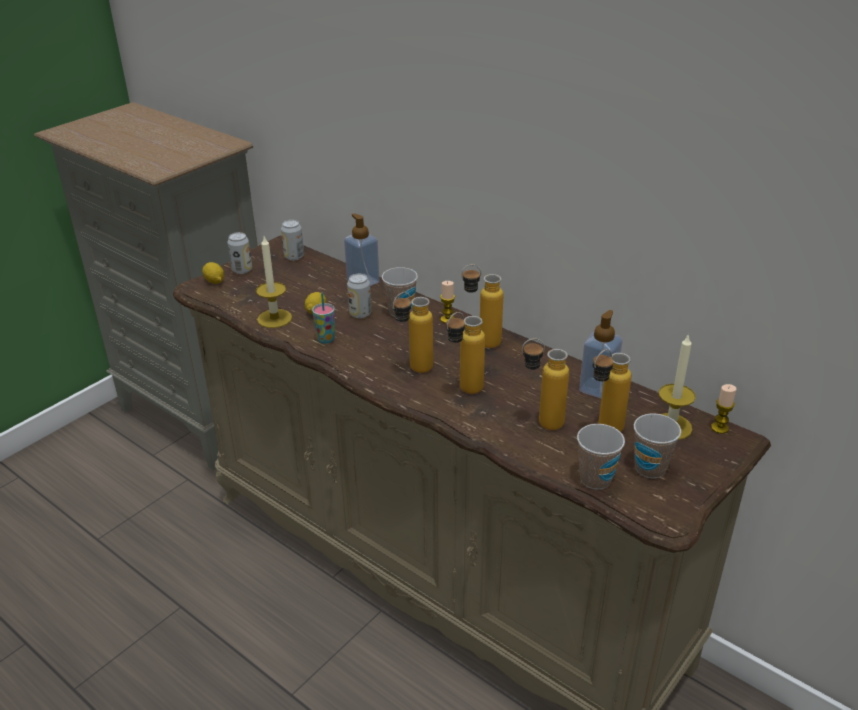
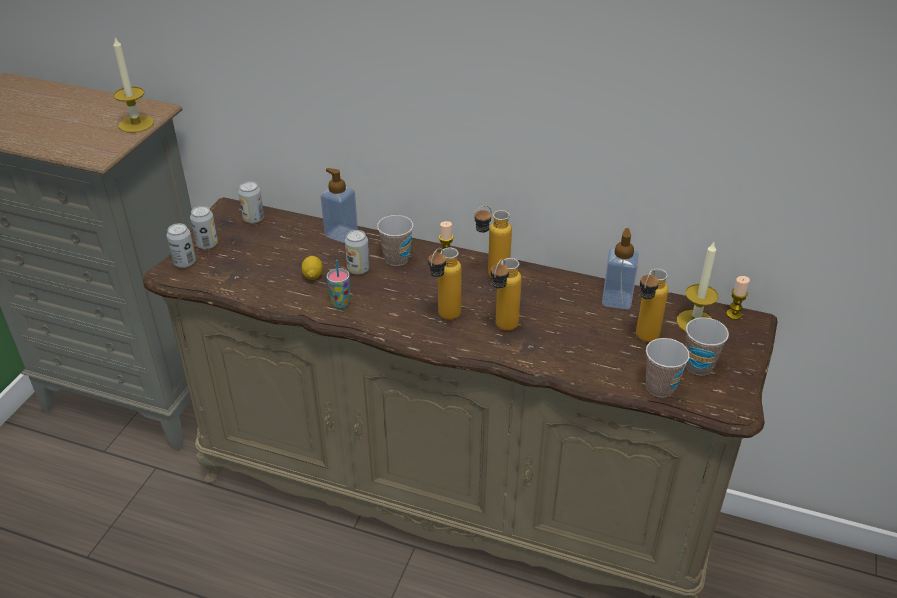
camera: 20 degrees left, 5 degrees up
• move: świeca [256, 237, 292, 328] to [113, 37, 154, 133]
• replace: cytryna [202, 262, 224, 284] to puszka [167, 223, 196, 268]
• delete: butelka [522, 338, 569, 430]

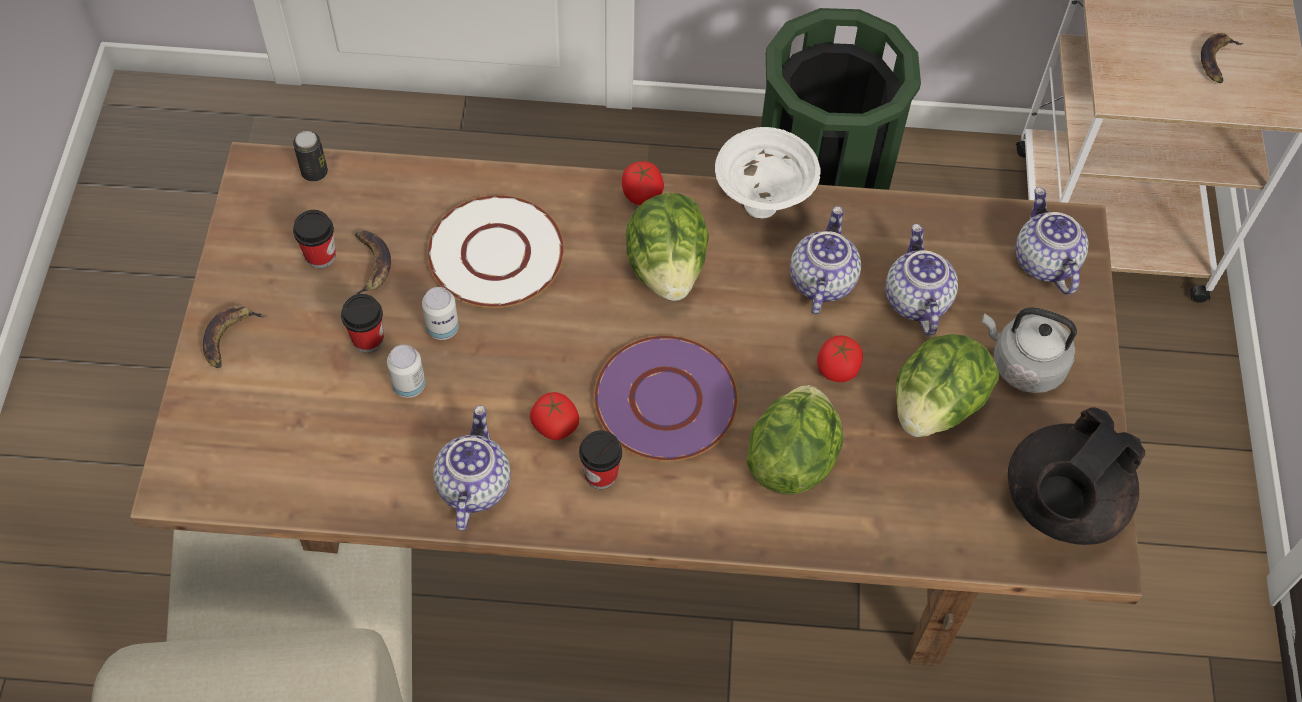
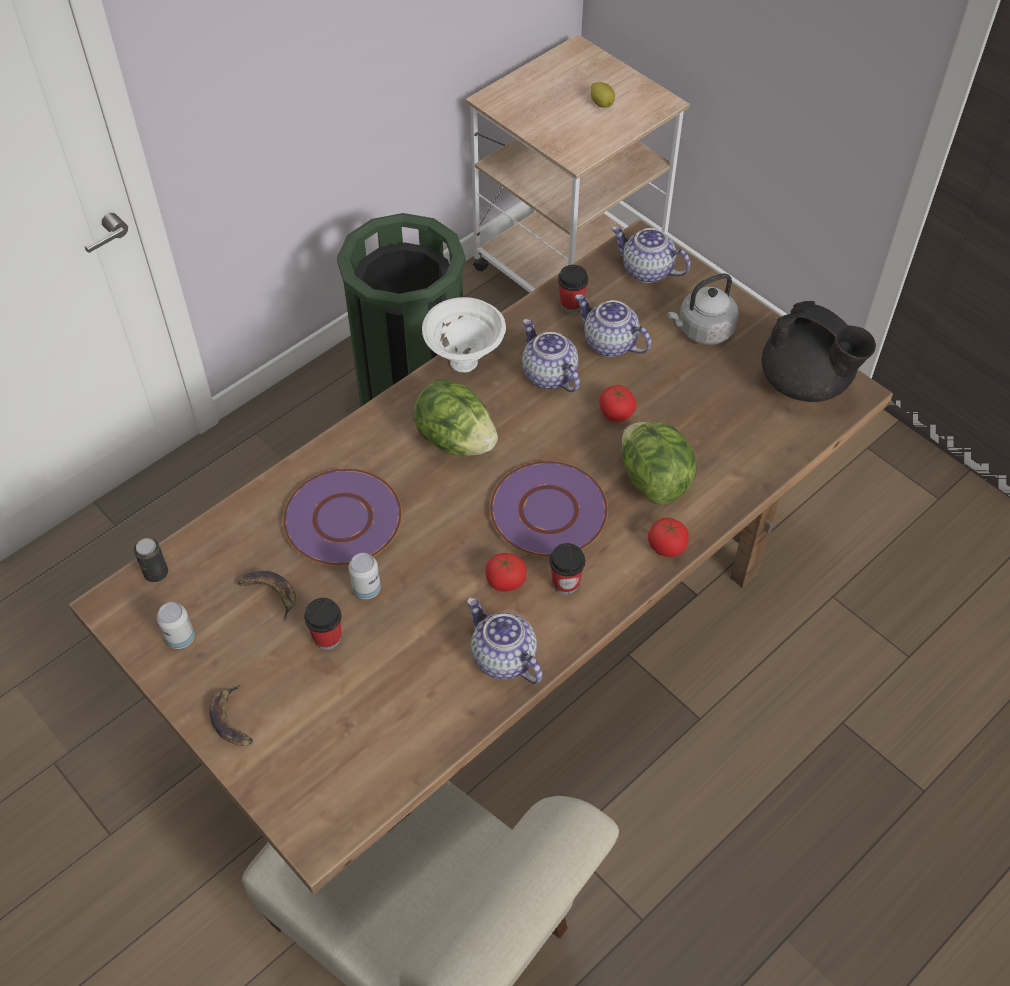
camera: 45 degrees left, 5 degrees down
• move: puszka [387, 345, 426, 398] to [157, 602, 195, 649]
• recolor: talerz/biały [427, 195, 564, 308] to talerz/fioletowy [283, 468, 402, 566]
• move: filiżanka [293, 210, 336, 268] to [558, 265, 588, 313]
• replace: banan [1201, 33, 1243, 83] to cytryna [591, 82, 615, 108]
• move: pomidor [622, 161, 664, 205] to [648, 518, 689, 557]
• rotate: imbryk/czarny [1008, 407, 1145, 545] = [762, 301, 876, 402] 45 degrees counterclockwise
• delete: sałata [896, 334, 999, 437]

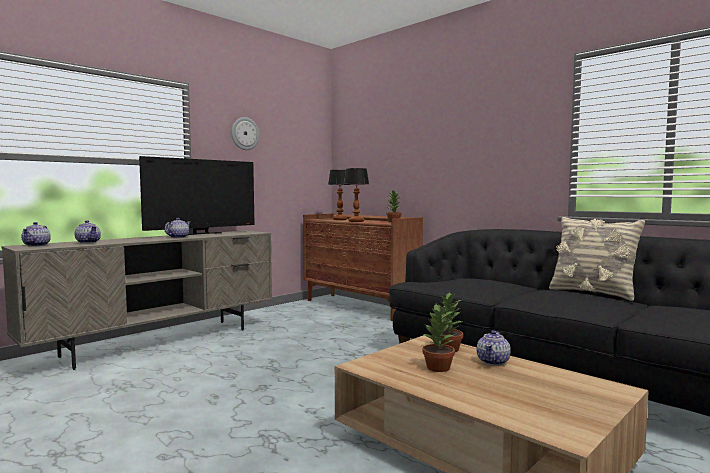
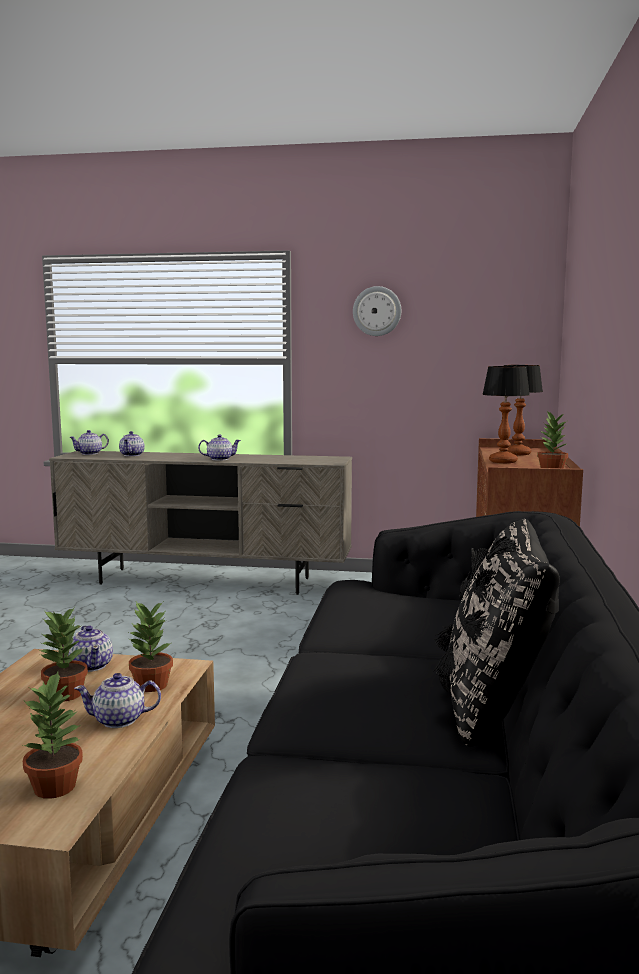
camera: 55 degrees right, 5 degrees up
• insert: roślina doniczkowa [23, 672, 83, 799]
• insert: imbryk [68, 625, 113, 672]
• recolor: poduszka/beżowy [549, 217, 645, 301] to poduszka/czarny [433, 519, 560, 747]
• delete: telewizor [139, 156, 255, 235]

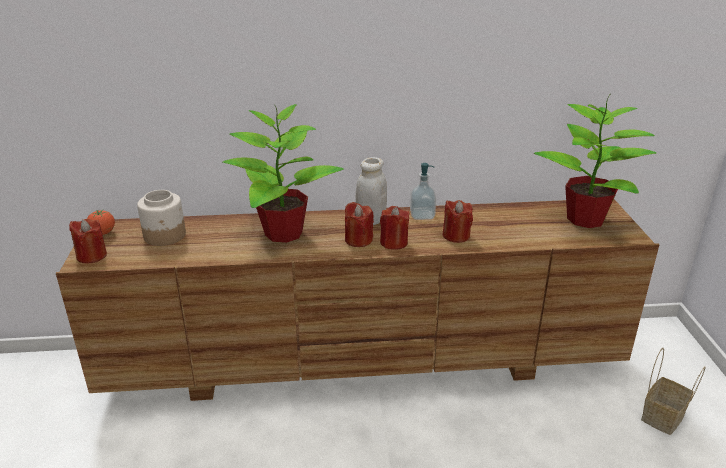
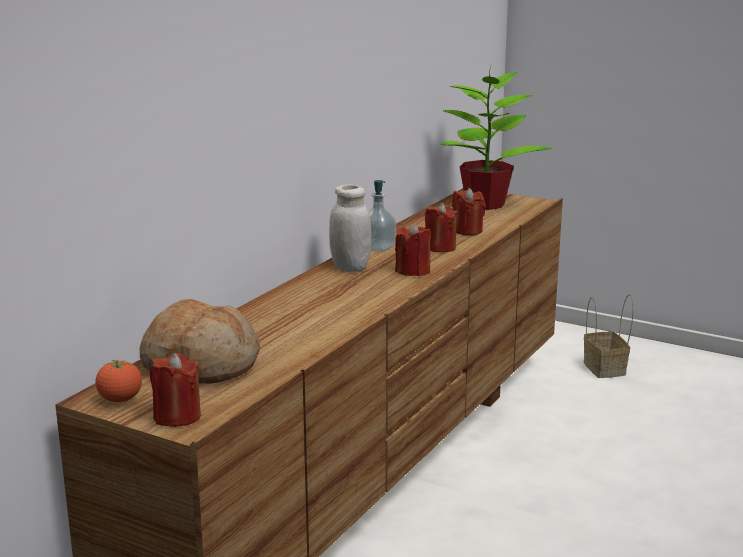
camera: 55 degrees left, 10 degrees down
• replace: słoik [137, 190, 186, 246] to chleb [140, 299, 260, 384]
• move: świeca/czerwony [345, 202, 374, 247] to [452, 188, 486, 235]
• delete: roślina doniczkowa [223, 104, 344, 243]

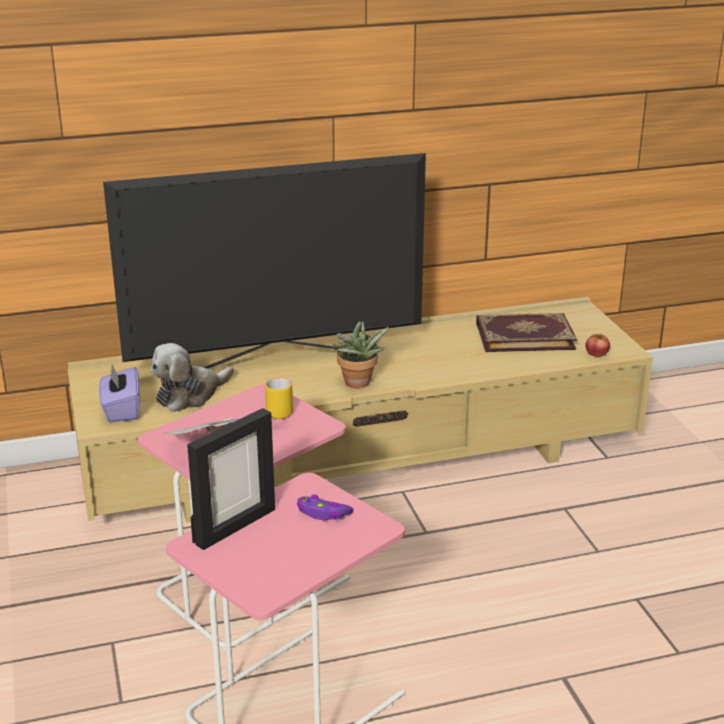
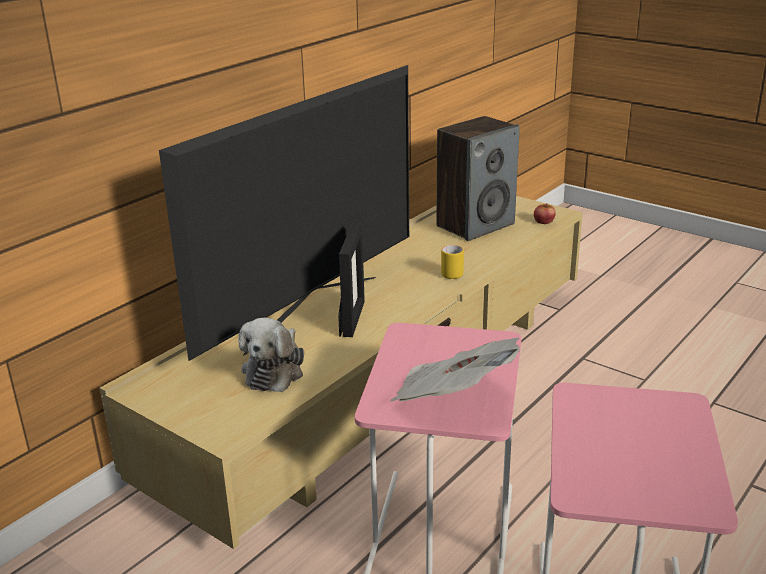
camera: 35 degrees left, 0 degrees up
• move: ramka na zdjęcie [187, 408, 275, 550] to [338, 223, 365, 337]
• replace: książka [476, 313, 577, 352] to głośnik [436, 116, 520, 241]
• move: kubek/żółty [265, 378, 293, 419] to [441, 245, 464, 279]
• delete: pudełko chusteczek/fioletowy [99, 364, 140, 422]
• delete: pad do gier/fioletowy [297, 495, 354, 520]
• delete: roślina doniczkowa [332, 321, 389, 388]

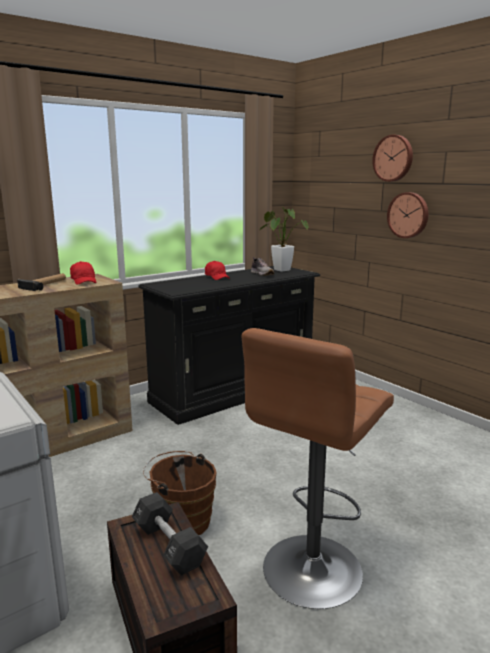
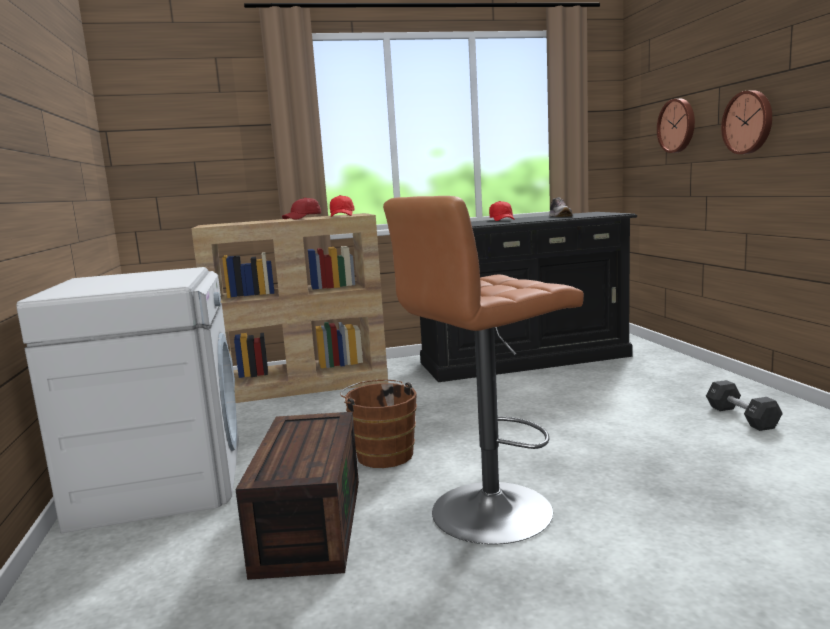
camera: 25 degrees right, 5 degrees down
• replace: młotek [17, 273, 66, 291] to czapka z daszkiem/czerwony [282, 197, 321, 219]
• move: zegar ścienny [372, 135, 413, 182] to [657, 99, 695, 153]
• move: hantel/czarny [132, 492, 208, 576] to [706, 380, 783, 431]
• delete: roślina doniczkowa [260, 207, 309, 272]

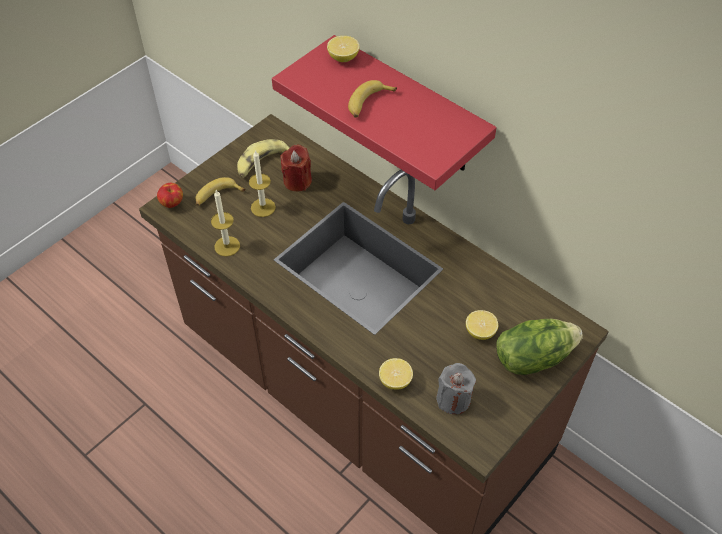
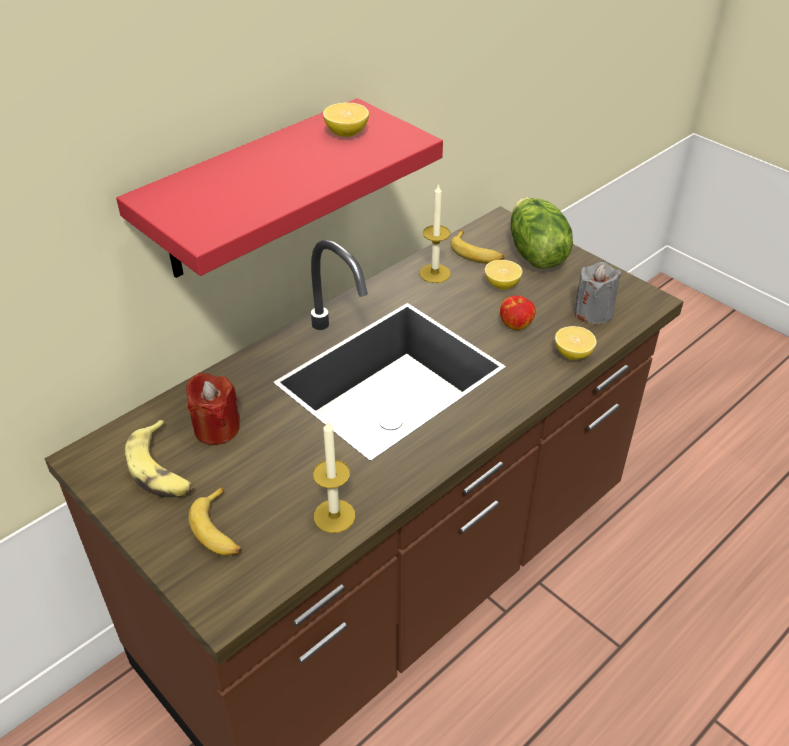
camera: 85 degrees left, 10 degrees down
• move: cytryna [327, 36, 360, 62] to [323, 103, 369, 137]
• move: świeca [249, 150, 276, 217] to [419, 183, 451, 283]
• move: banan [348, 80, 397, 118] to [450, 230, 504, 264]
• move: jabłko [157, 183, 183, 208] to [500, 295, 536, 331]

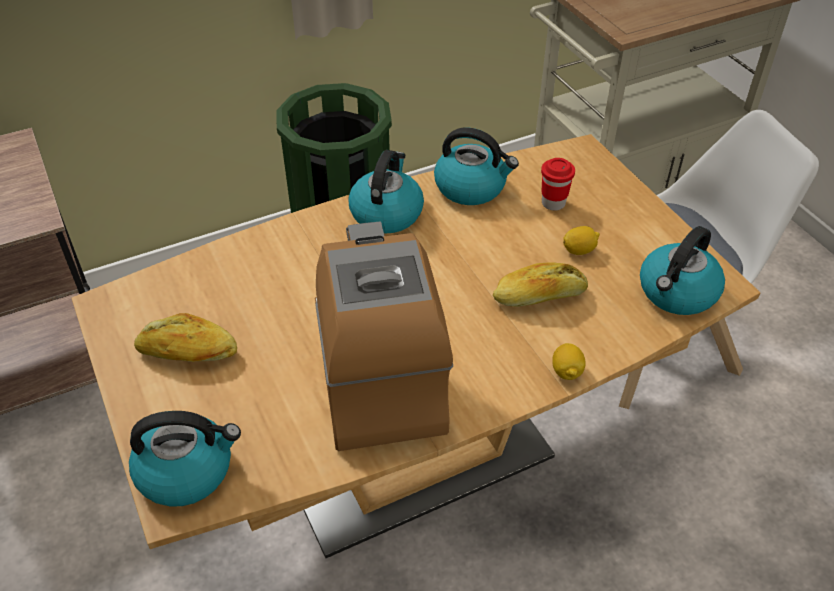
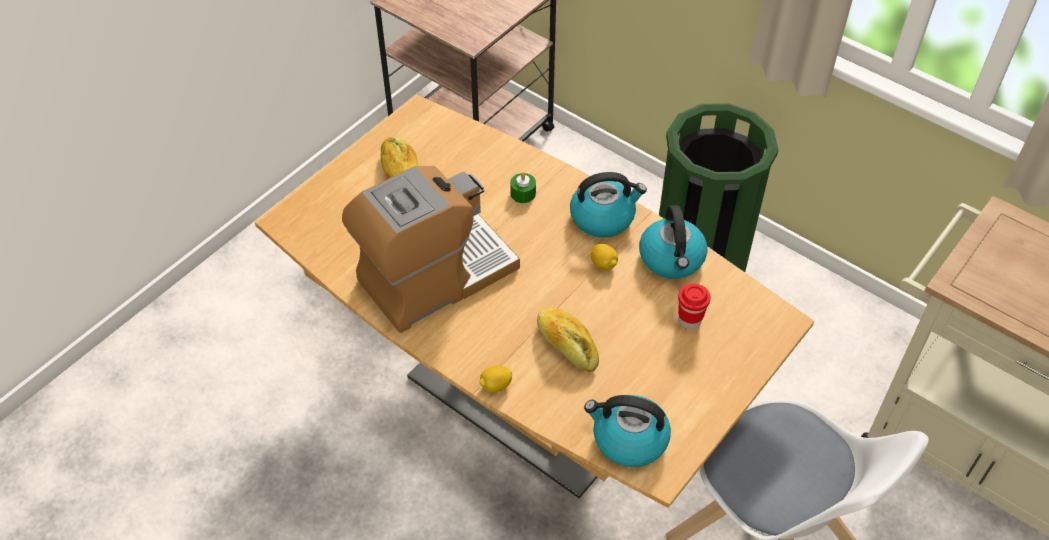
camera: 65 degrees right, 5 degrees up
• insert: świeca/zielony [510, 172, 536, 203]
• move: cytryna [563, 226, 600, 255] to [591, 244, 618, 270]
• delete: czajnik [129, 411, 241, 506]

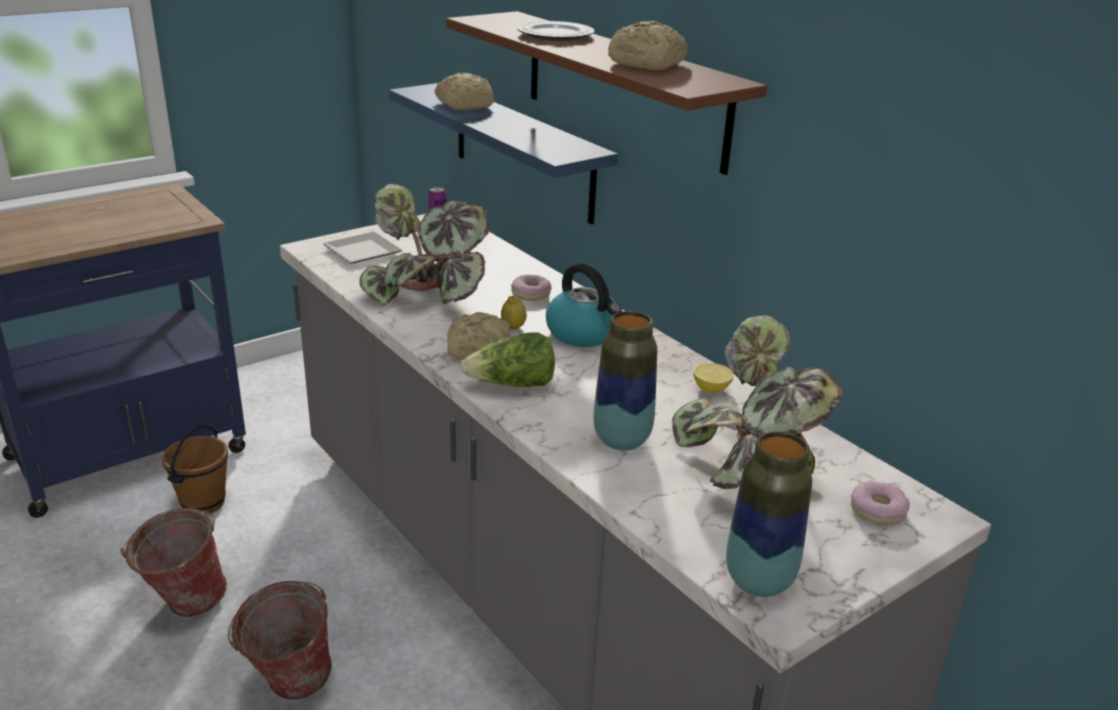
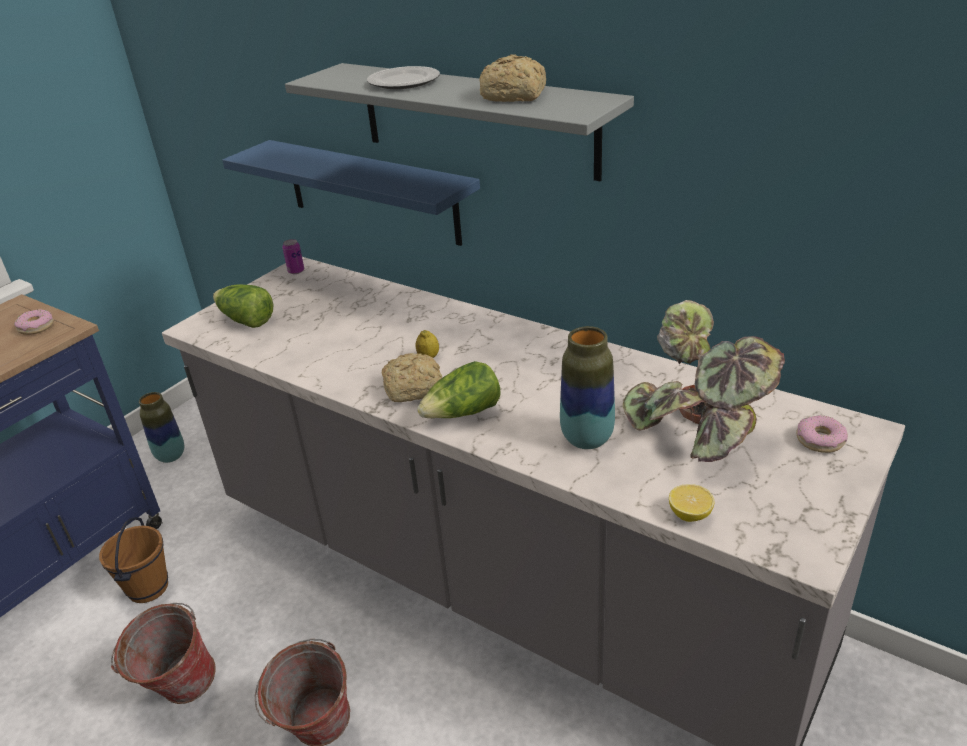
camera: 15 degrees left, 5 degrees up
• move: donut [511, 275, 551, 301] to [14, 309, 54, 335]
• move: wazon [726, 431, 812, 597] to [139, 392, 184, 463]
• replace: talerz [323, 232, 402, 264] to sałata [213, 285, 274, 328]
• recolor: półka/brązowy [446, 11, 767, 175] to półka/szary [285, 63, 634, 181]
• move: cytryna [694, 363, 734, 393] to [669, 484, 715, 522]
• delete: roślina doniczkowa [359, 184, 490, 305]
• delete: chleb [435, 73, 494, 110]
• delete: czajnik [546, 264, 622, 347]

